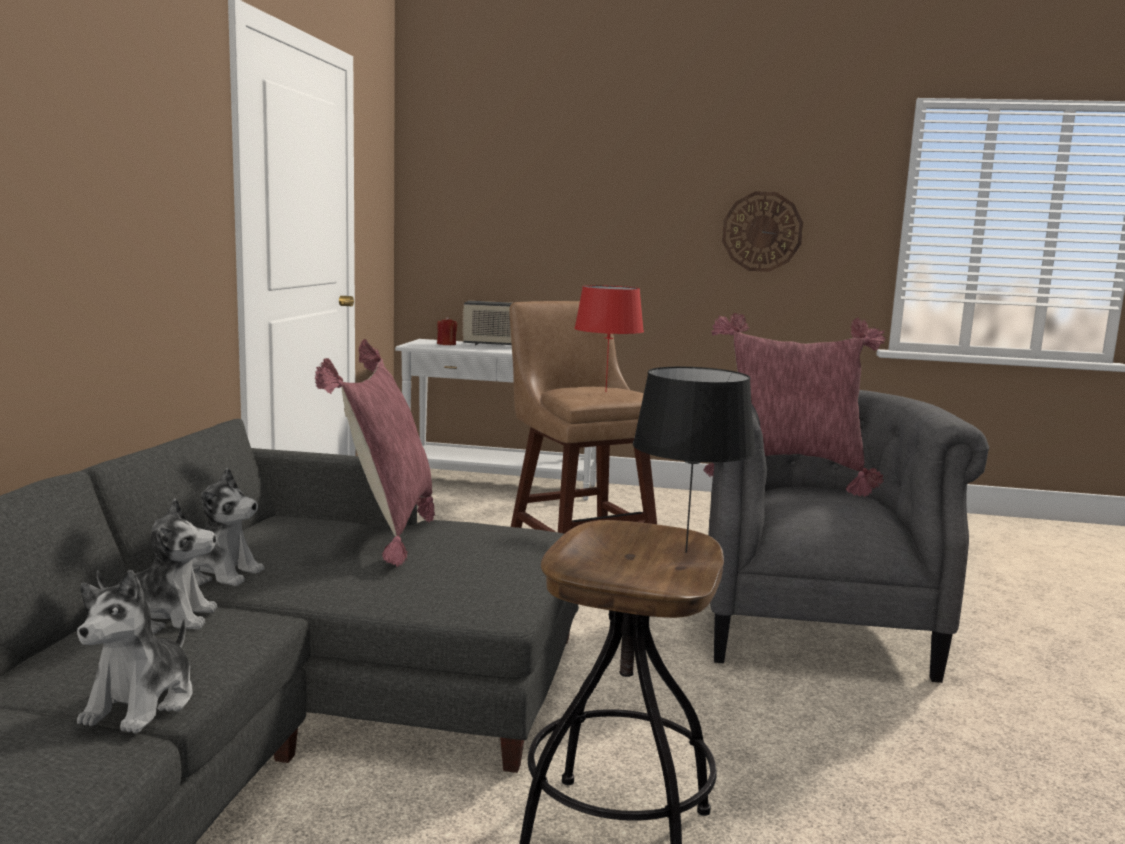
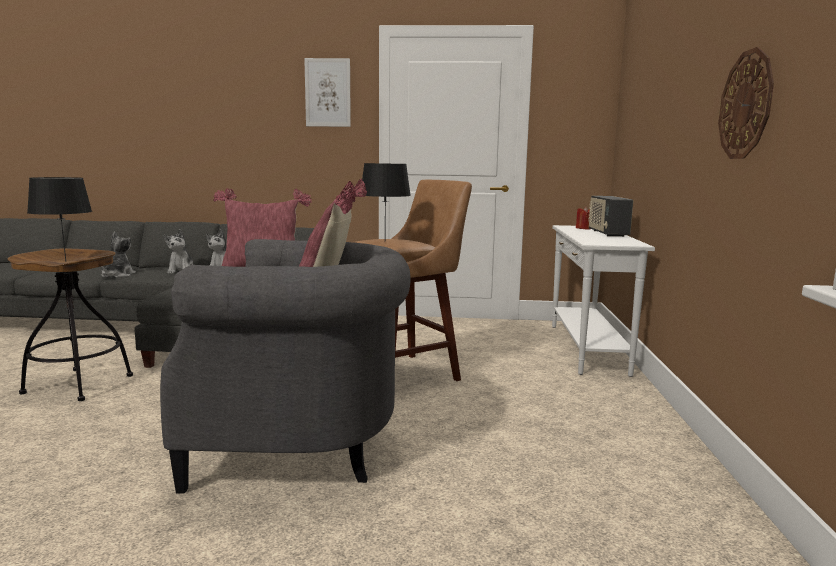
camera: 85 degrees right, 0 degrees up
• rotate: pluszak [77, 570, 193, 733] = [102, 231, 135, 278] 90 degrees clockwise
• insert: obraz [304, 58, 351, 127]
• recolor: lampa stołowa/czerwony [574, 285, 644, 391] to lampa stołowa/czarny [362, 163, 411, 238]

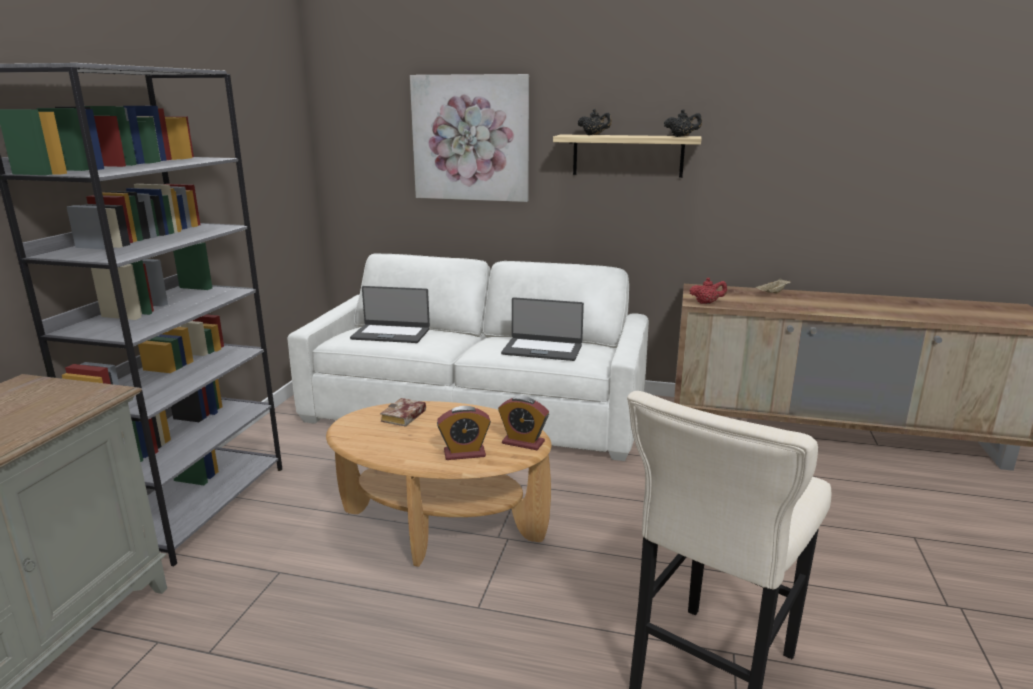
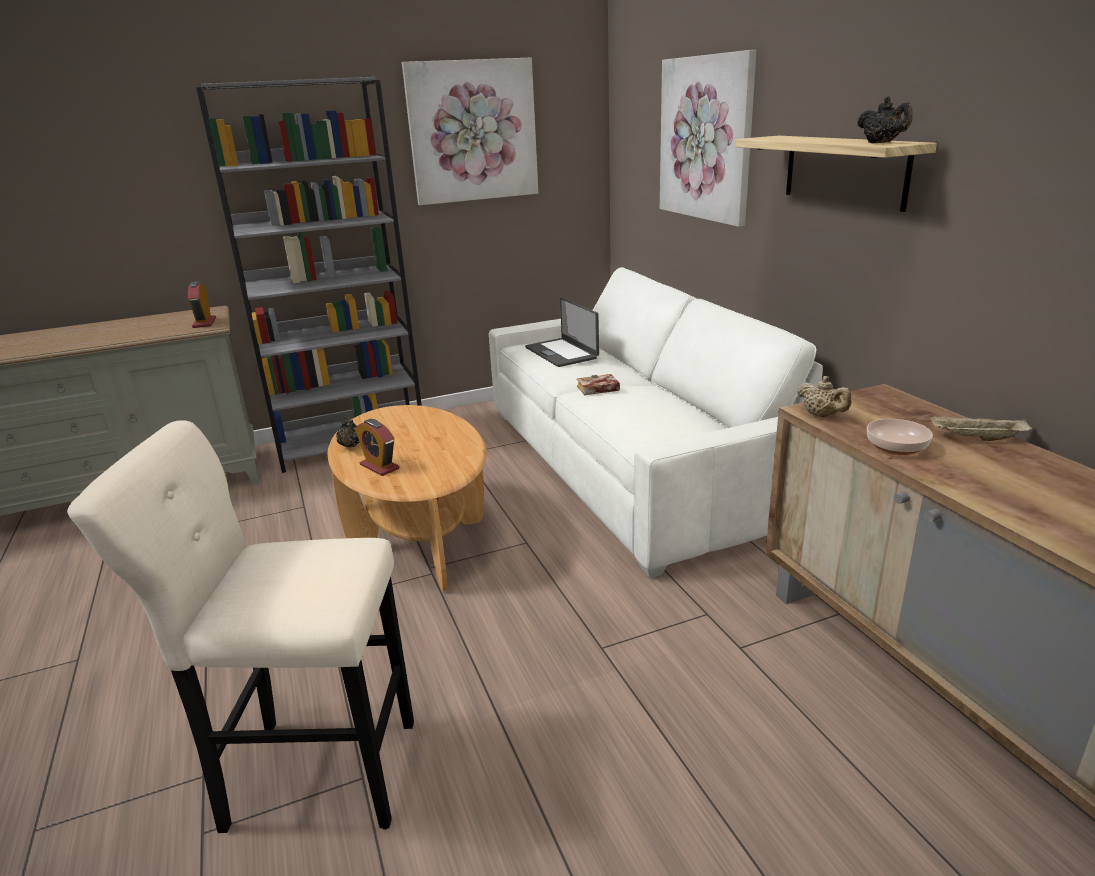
camera: 55 degrees right, 5 degrees up
• move: budzik [498, 396, 549, 450] to [188, 281, 216, 328]
• move: imbryk/czarny [578, 109, 612, 135] to [336, 415, 359, 447]
• insert: obraz [402, 58, 538, 205]
• move: książka [380, 398, 426, 427] to [577, 374, 620, 395]
• recolor: imbryk/czerwony [689, 278, 727, 304] to imbryk/beżowy [797, 376, 851, 417]
• insert: miska [867, 419, 933, 455]
• delete: laptop [501, 297, 584, 361]

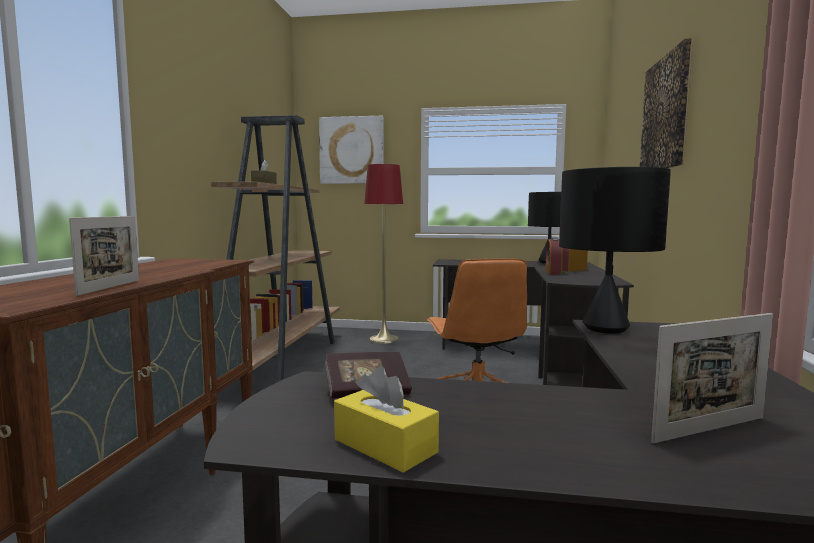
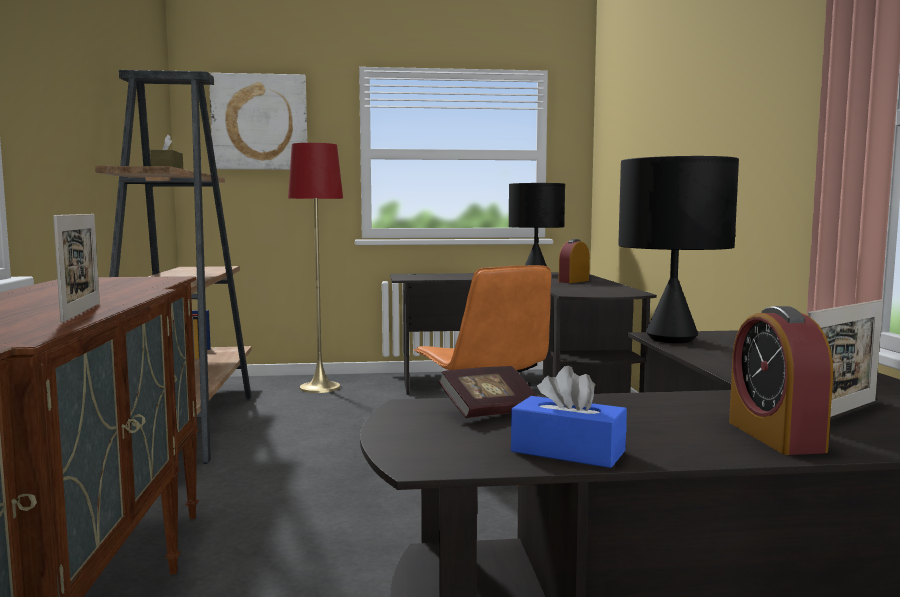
camera: 15 degrees left, 0 degrees up
• recolor: pudełko chusteczek/żółty [334, 366, 439, 473] to pudełko chusteczek/niebieski [511, 366, 627, 468]
• move: budzik [545, 237, 563, 275] to [729, 306, 833, 455]
• delete: obraz [640, 38, 693, 168]

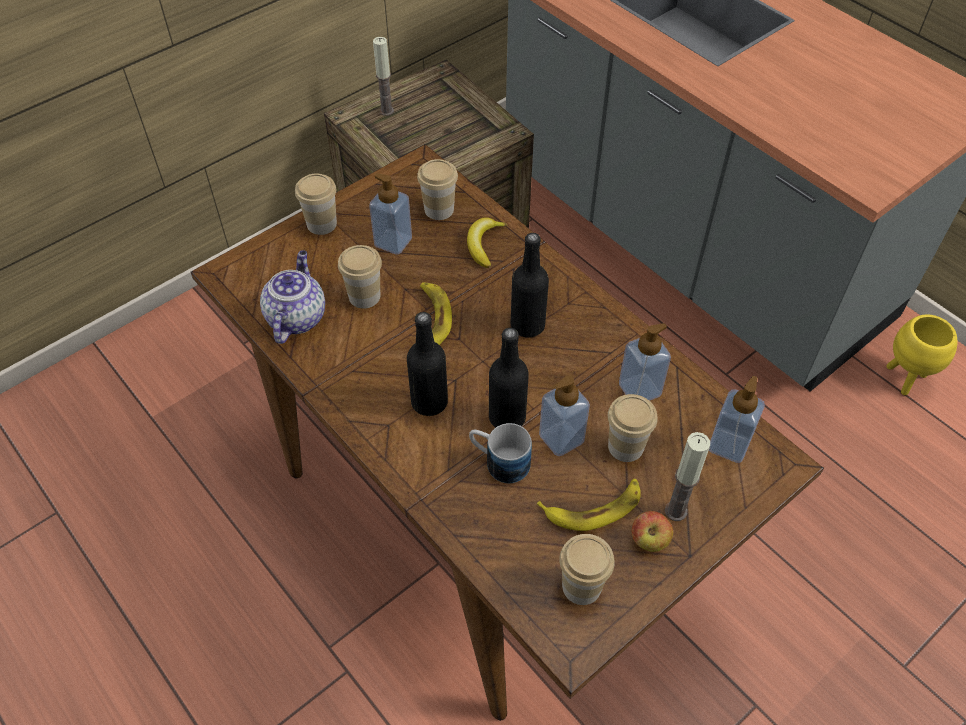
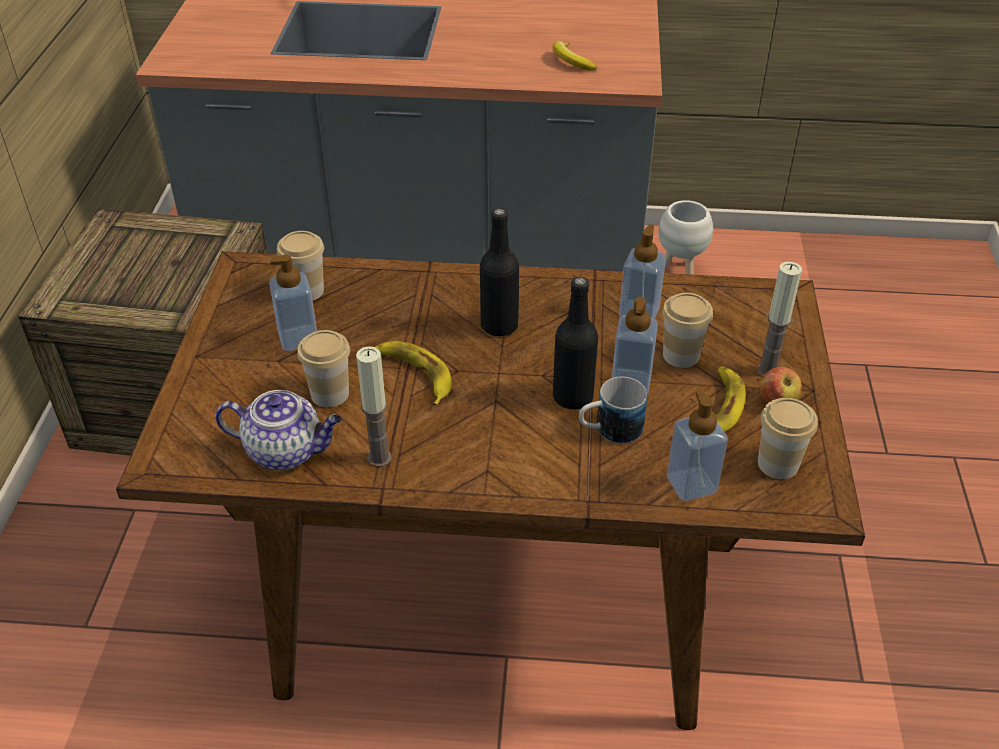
camera: 45 degrees left, 10 degrees down
• rotate: imbryk [260, 250, 325, 344] = [215, 390, 342, 470] 135 degrees clockwise
• move: świeca [373, 37, 394, 116] to [356, 346, 392, 467]
• move: banan [467, 217, 508, 268] to [553, 41, 597, 70]
• recolor: donica/żółty [886, 315, 957, 395] to donica/biały [658, 200, 713, 275]
• move: dozownik mydła [709, 376, 765, 463] to [667, 390, 728, 501]
• delete: filiżanka [295, 173, 337, 235]
• delete: butelka/czarny [407, 312, 448, 416]

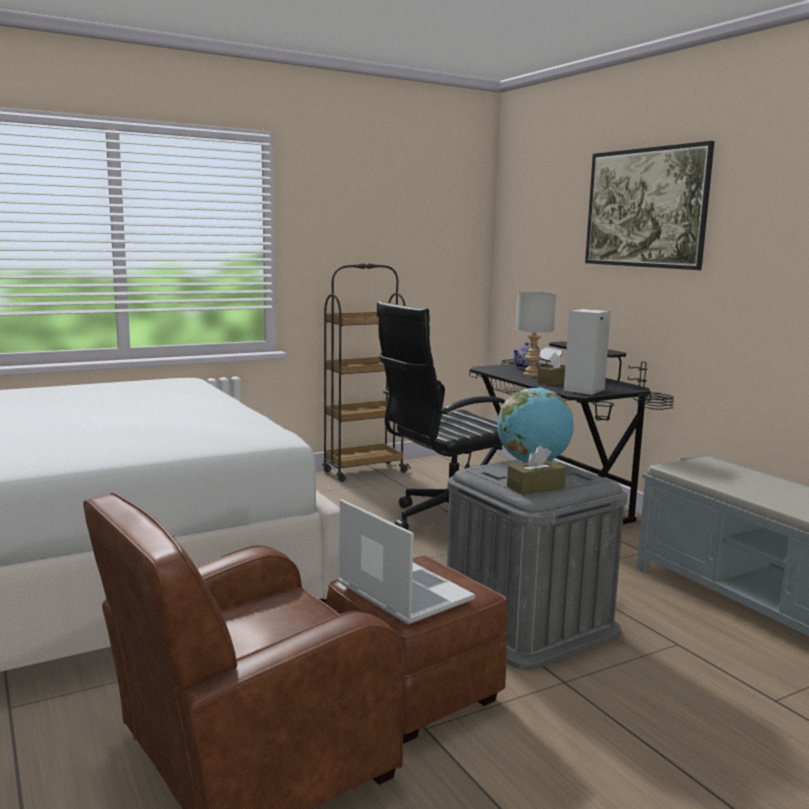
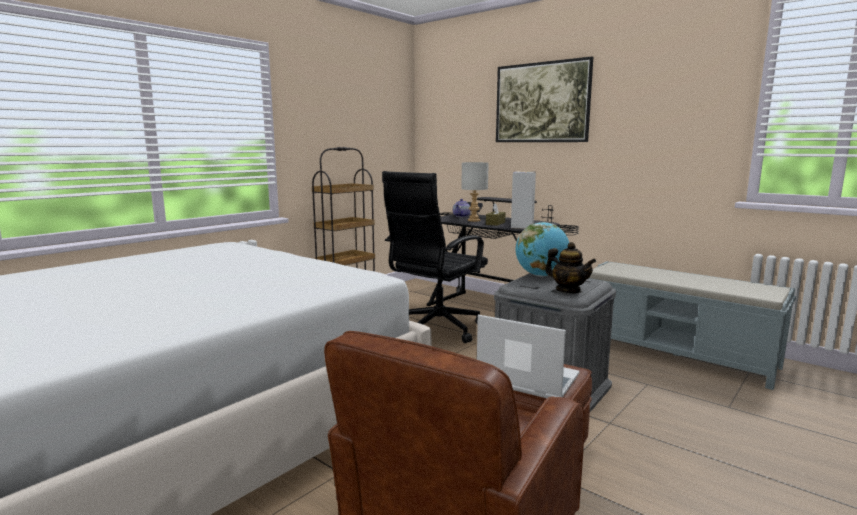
camera: 20 degrees left, 0 degrees up
• replace: pudełko chusteczek/brązowy [507, 445, 566, 495] to imbryk [545, 242, 596, 293]

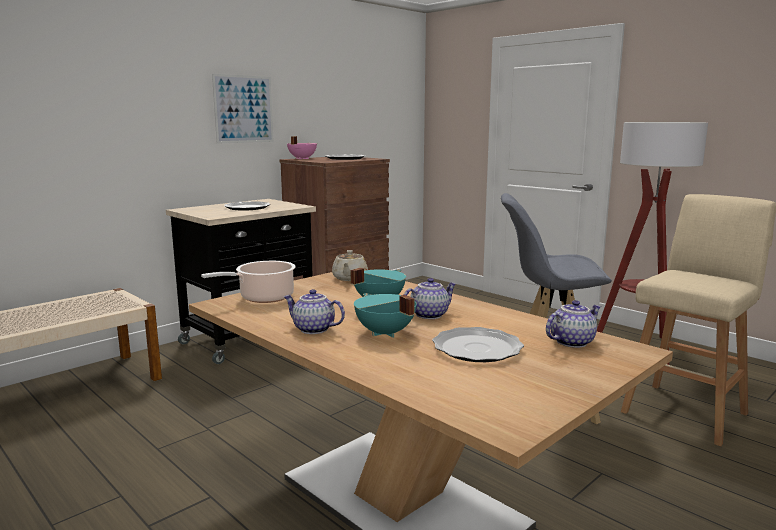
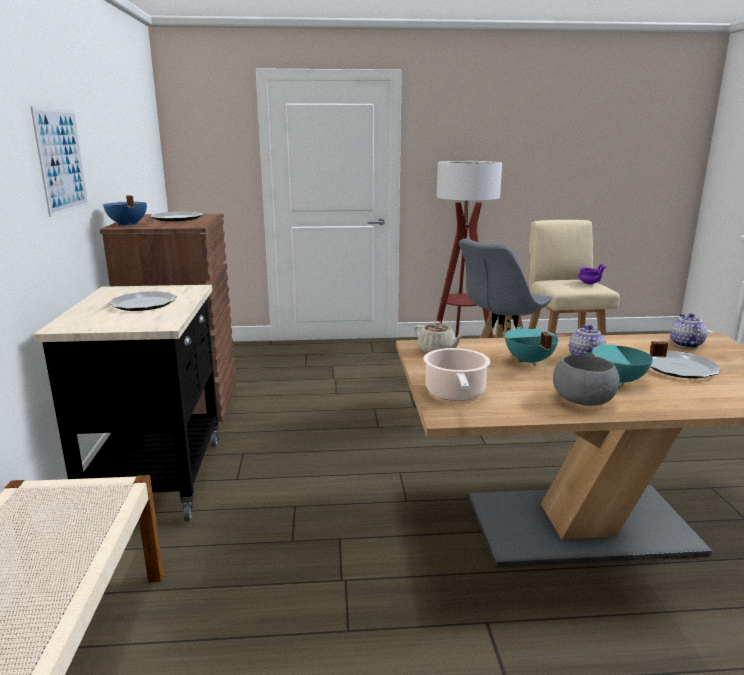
camera: 50 degrees left, 5 degrees up
• recolor: garnek/różowy [287, 136, 317, 159] to garnek/niebieski [103, 195, 147, 226]
• replace: imbryk [283, 289, 345, 334] to miska/szary [553, 355, 620, 406]
• insert: miska/fioletowy [578, 264, 606, 285]

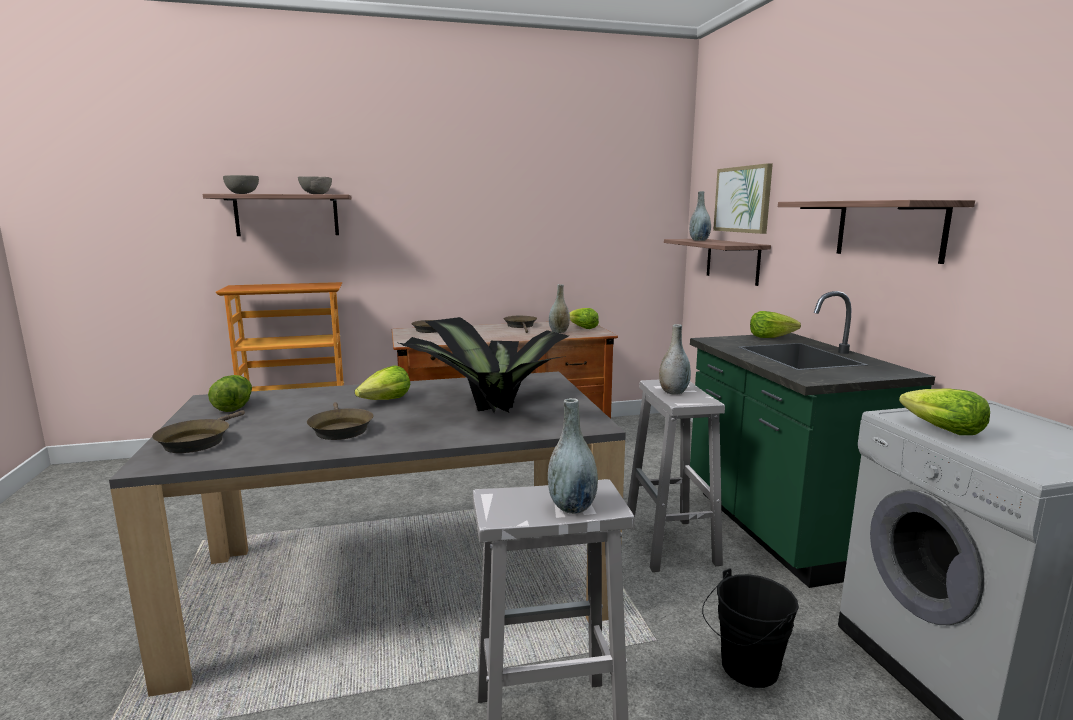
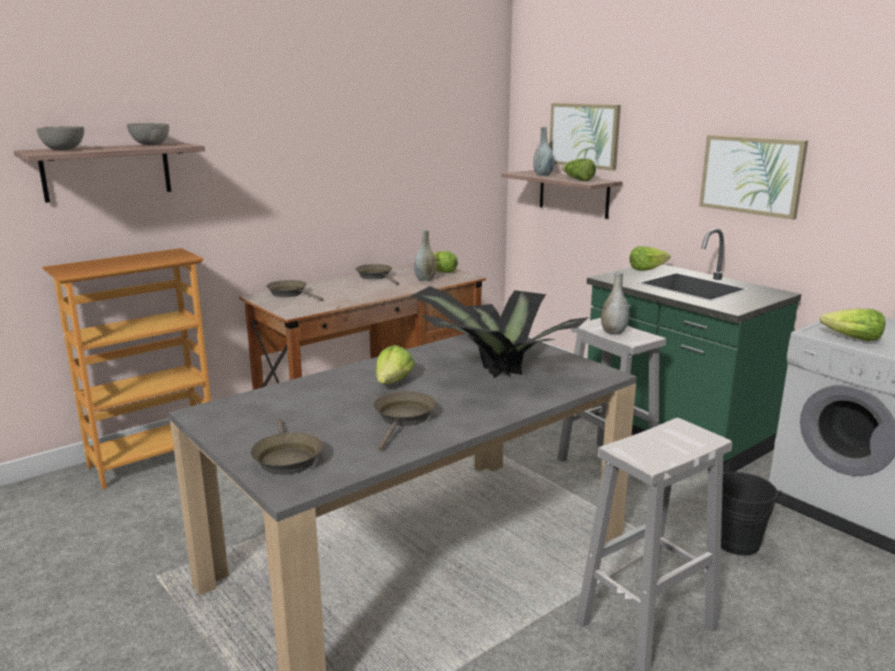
camera: 25 degrees left, 5 degrees up
• rotate: patelnia/brązowy [307, 402, 374, 440] = [373, 391, 436, 451] 120 degrees counterclockwise
• move: sałata [208, 375, 252, 412] to [562, 158, 596, 181]
• replace: półka [778, 200, 975, 264] to obraz [699, 135, 808, 220]
• delete: wazon/szary [548, 398, 598, 514]

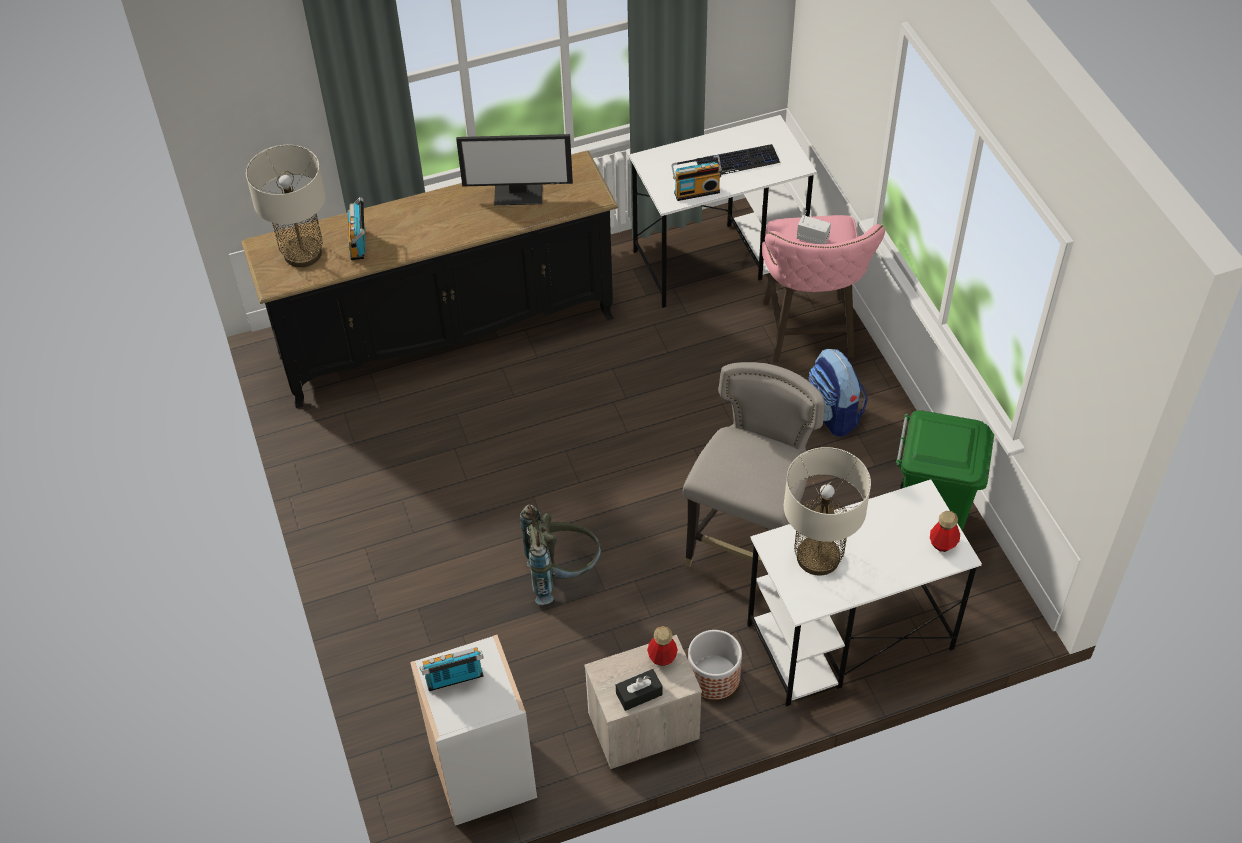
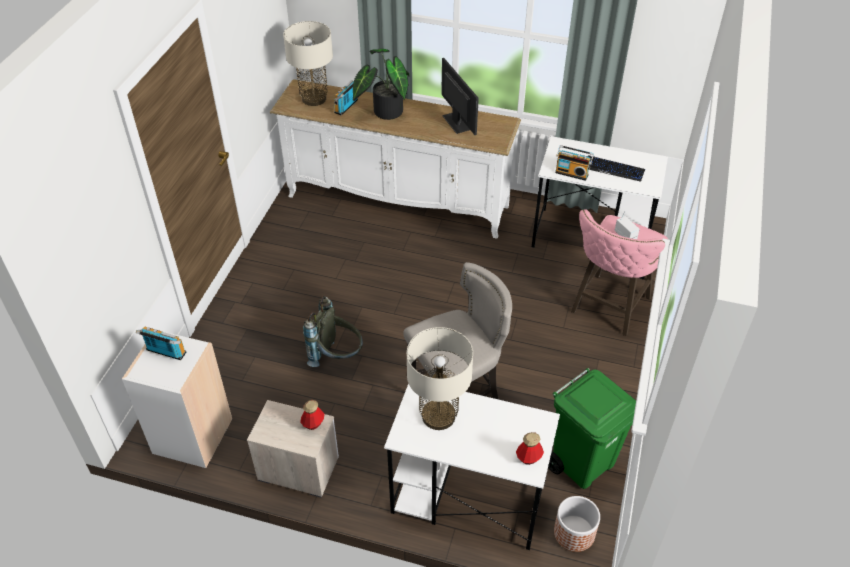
camera: 35 degrees right, 5 degrees down
• recolor: szafka/czarny [241, 151, 618, 408] to szafka/biały [270, 79, 521, 239]
• insert: roślina doniczkowa [353, 49, 410, 120]
• rotate: monitor [456, 134, 573, 205] = [441, 58, 479, 135] 150 degrees counterclockwise
• move: donica [688, 630, 742, 700] to [554, 496, 600, 552]
• delete: pudełko chusteczek/czarny [616, 669, 663, 711]
• delete: plecak [809, 348, 868, 437]

